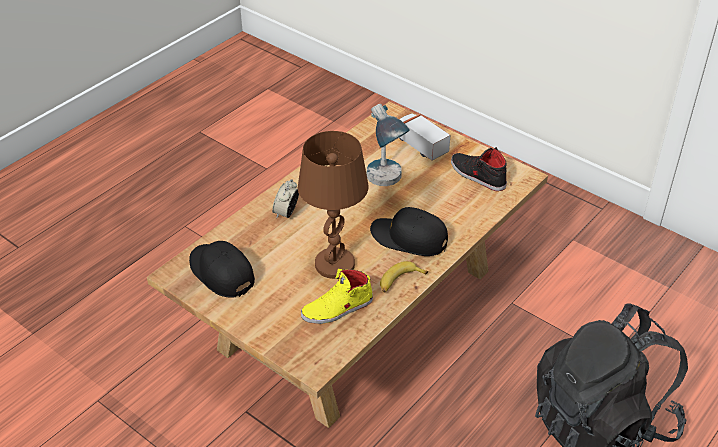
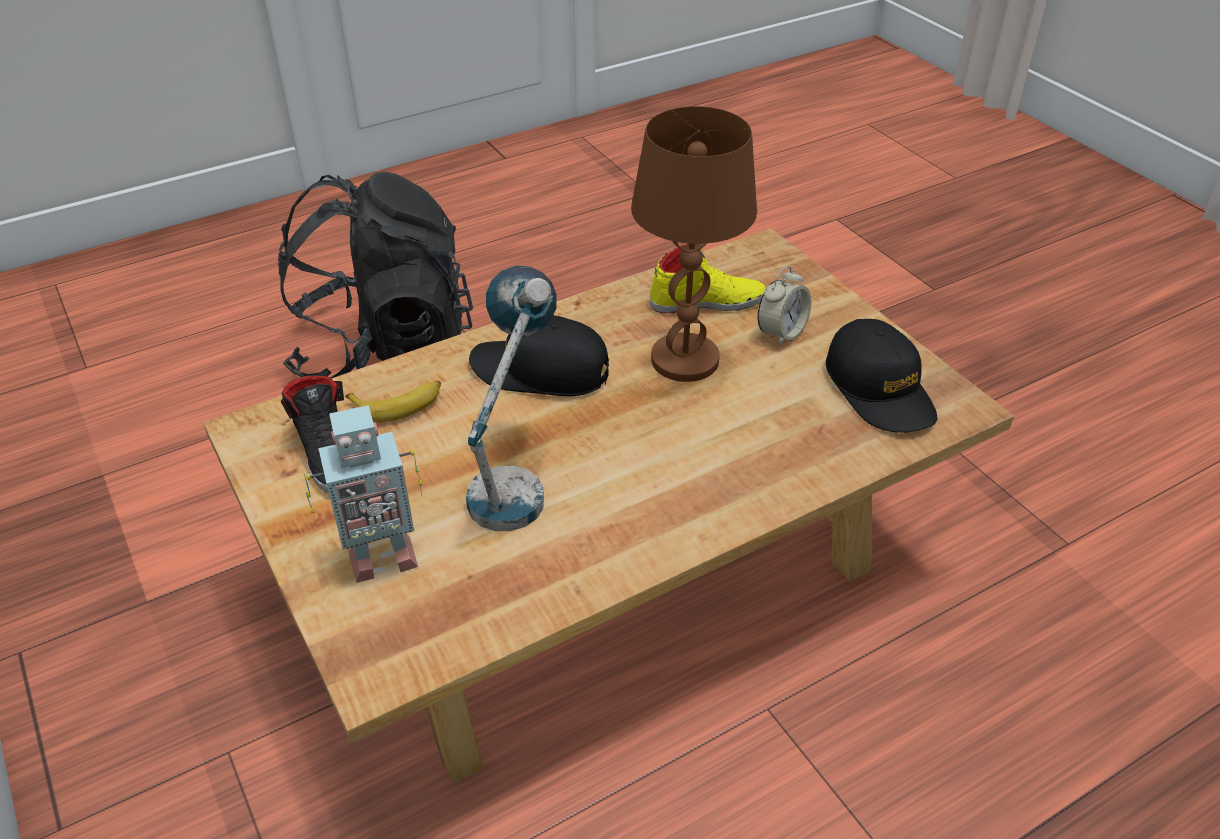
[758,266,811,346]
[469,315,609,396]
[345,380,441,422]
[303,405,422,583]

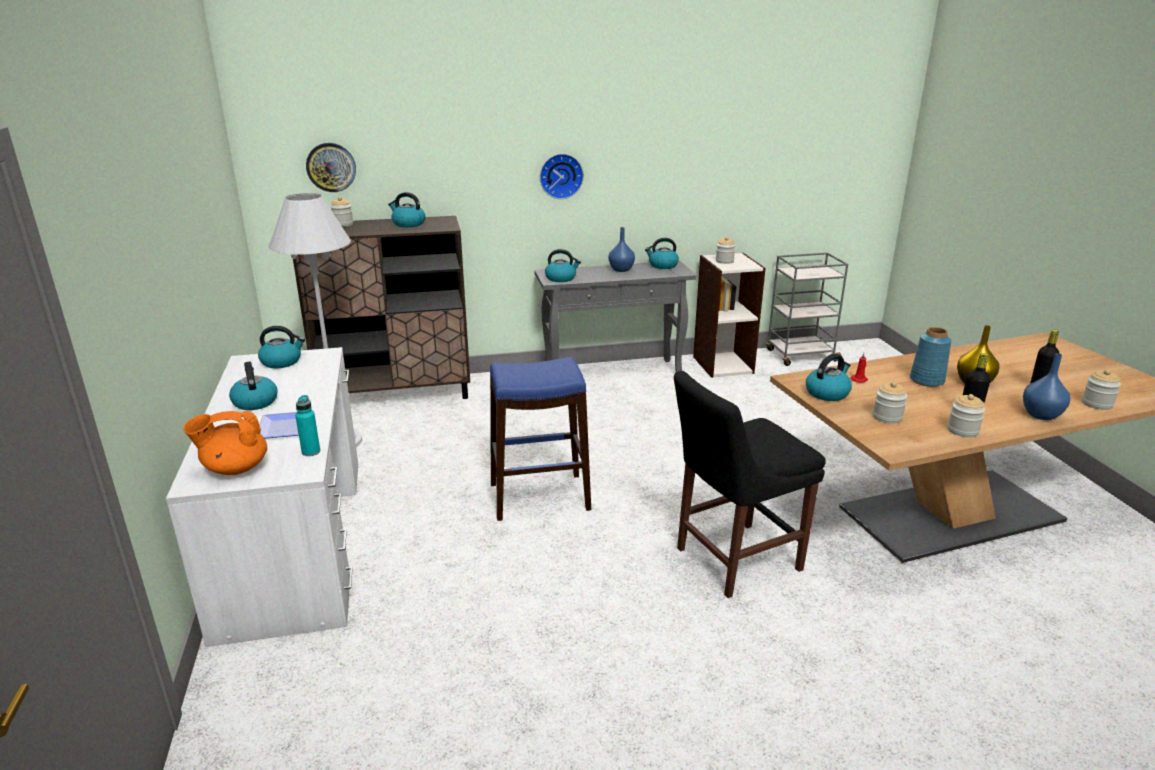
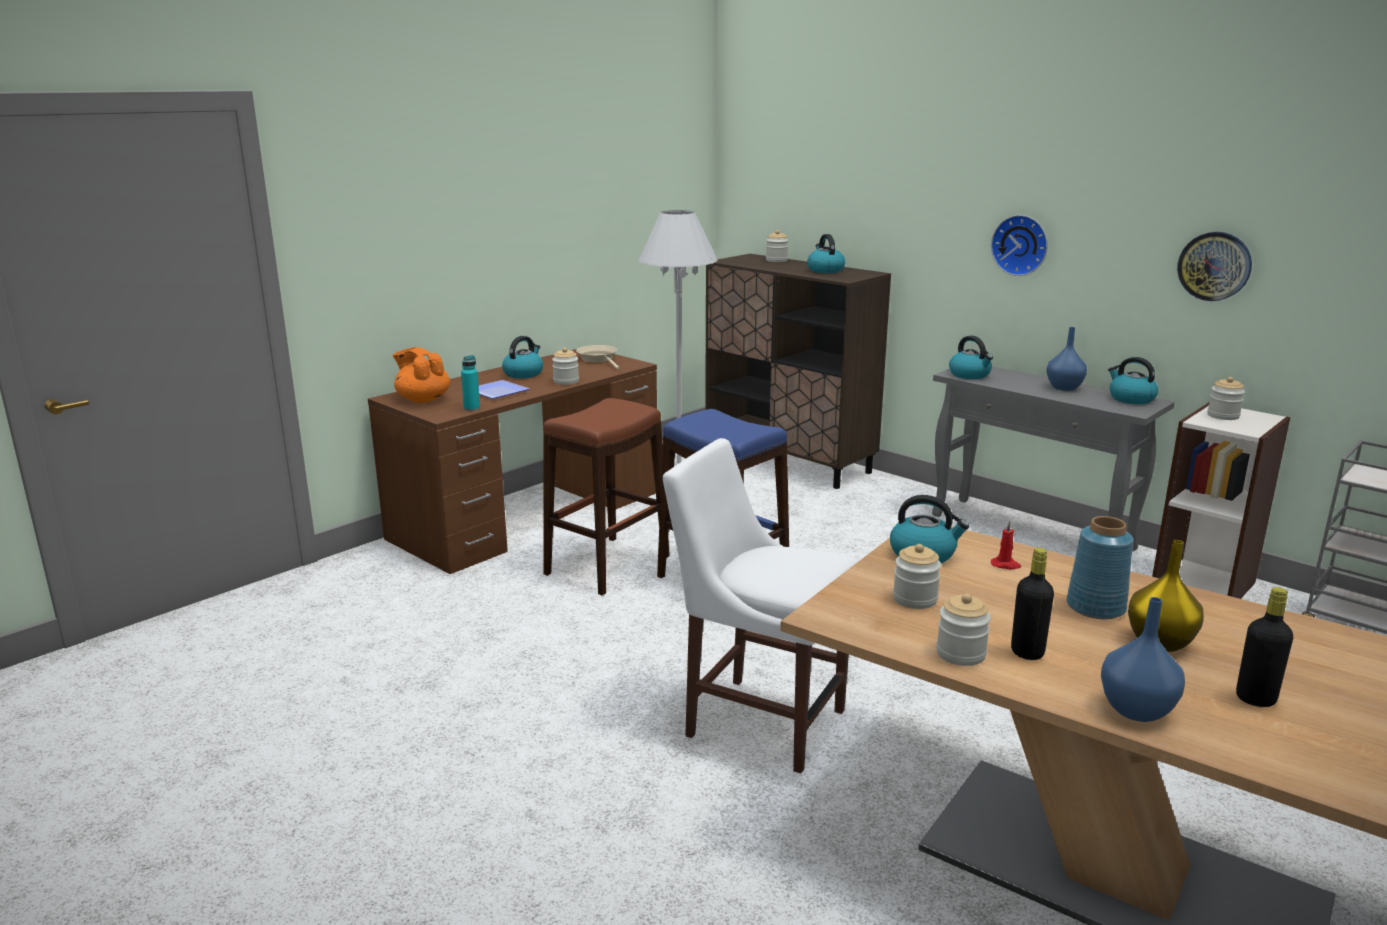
[368,349,657,574]
[576,345,620,370]
[1177,232,1252,301]
[663,438,859,773]
[552,347,579,385]
[543,398,670,595]

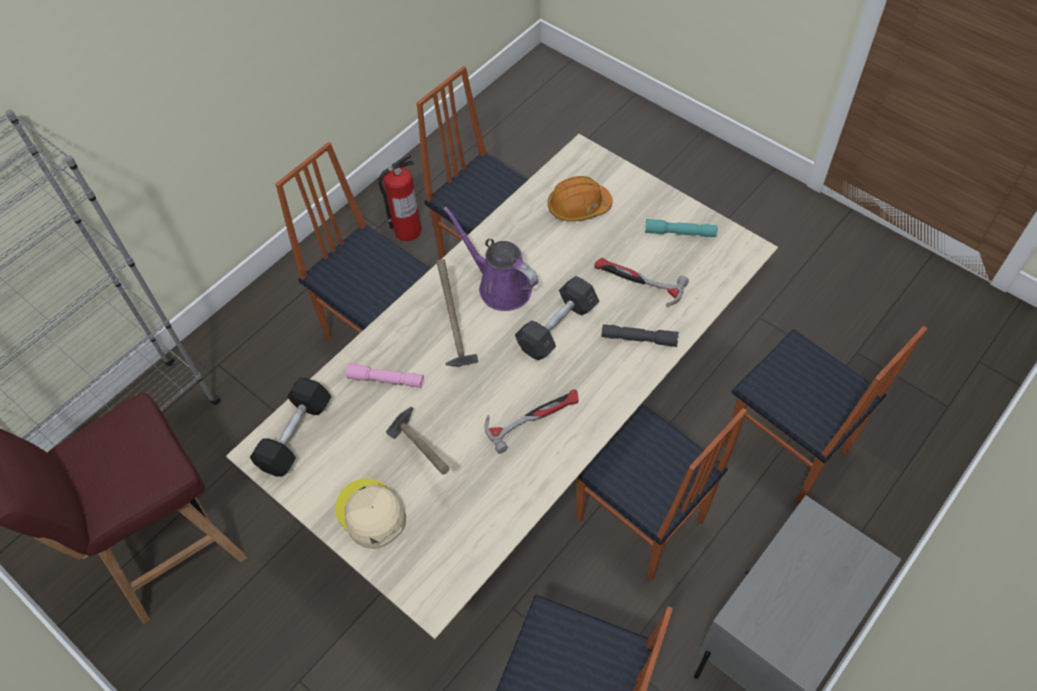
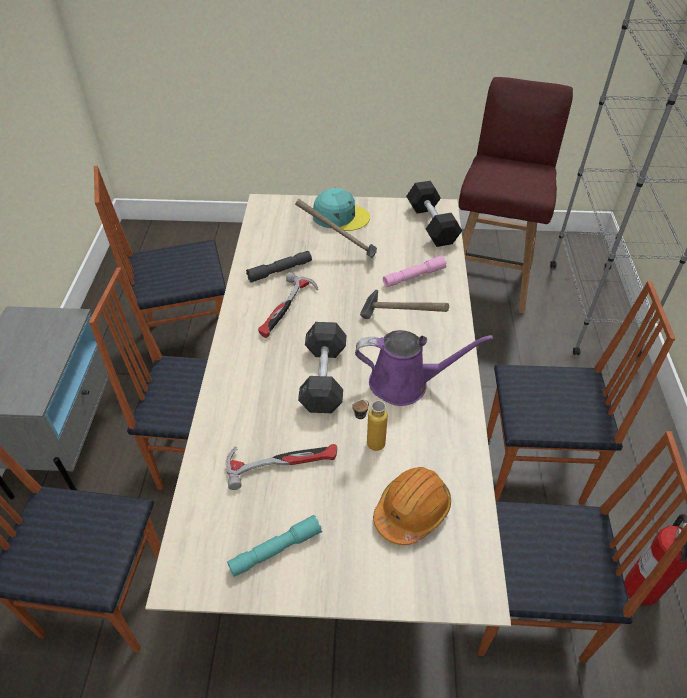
[313,188,370,231]
[246,251,312,283]
[352,400,388,451]

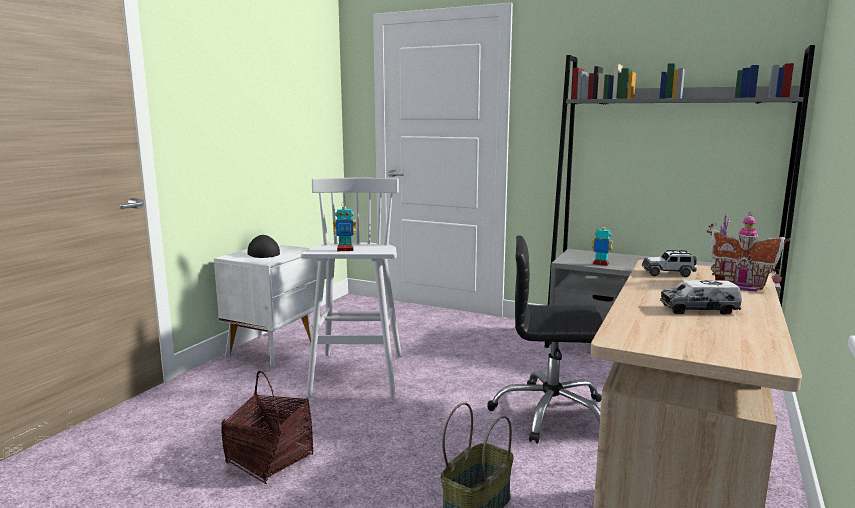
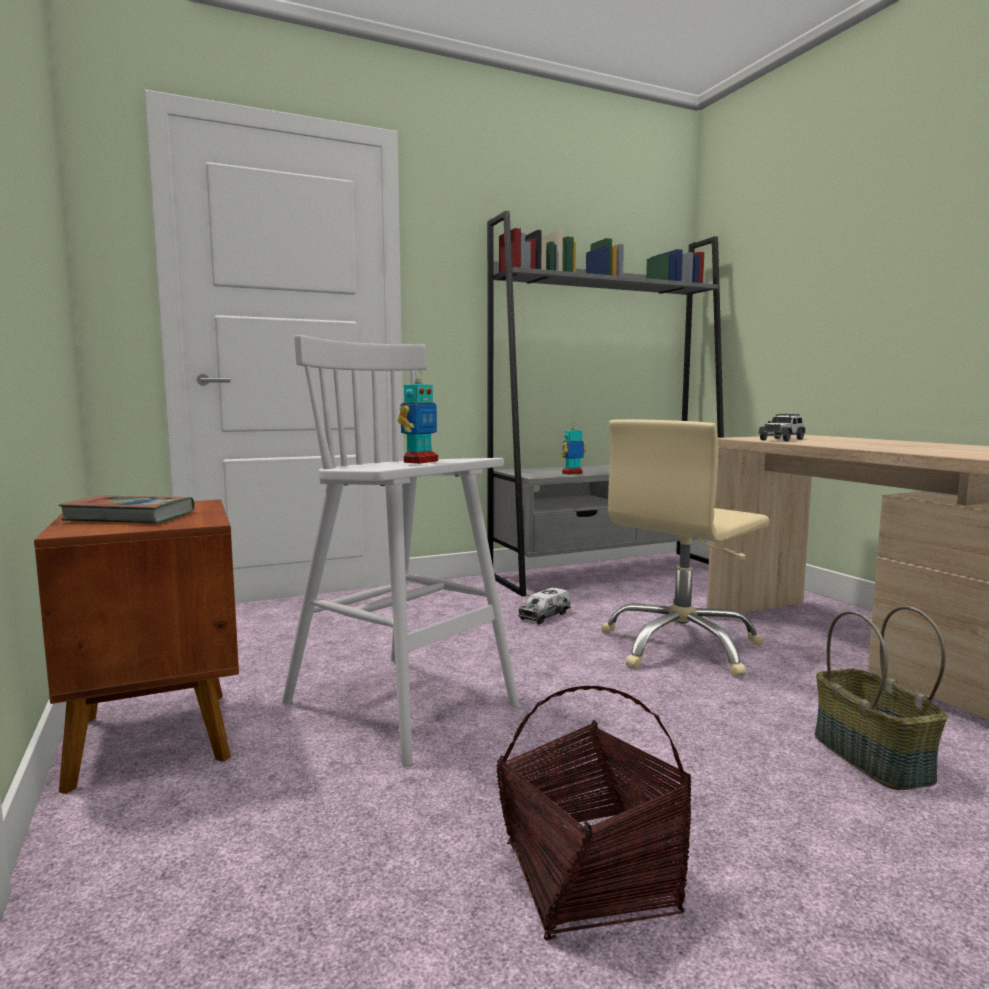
[34,500,239,794]
[59,496,194,523]
[601,419,770,677]
[518,587,571,624]
[707,212,791,292] (first image)

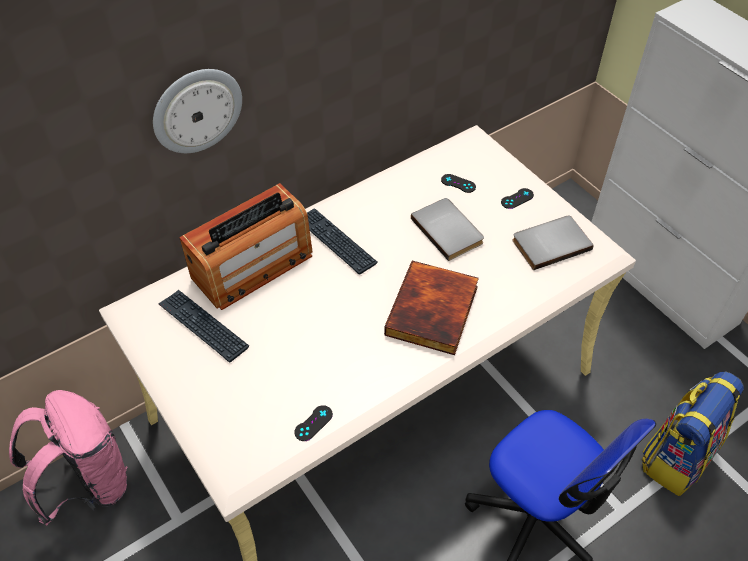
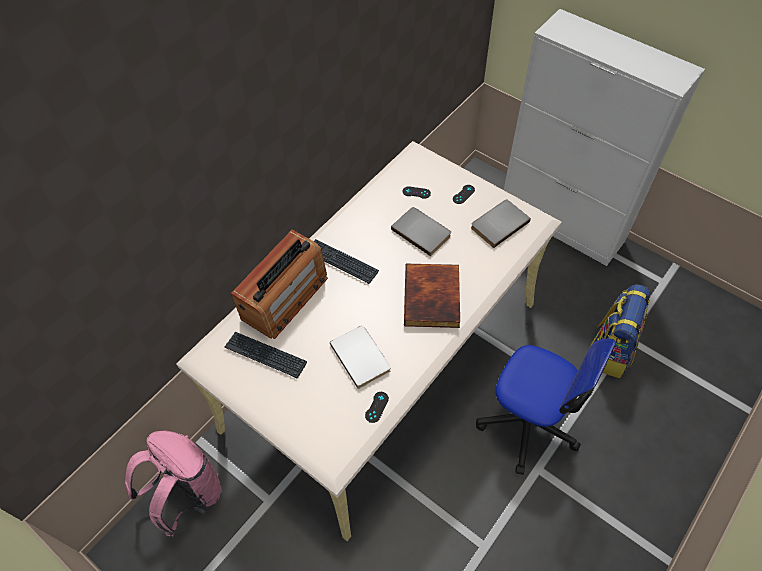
[153,69,242,153] (first image)
[330,326,391,389]

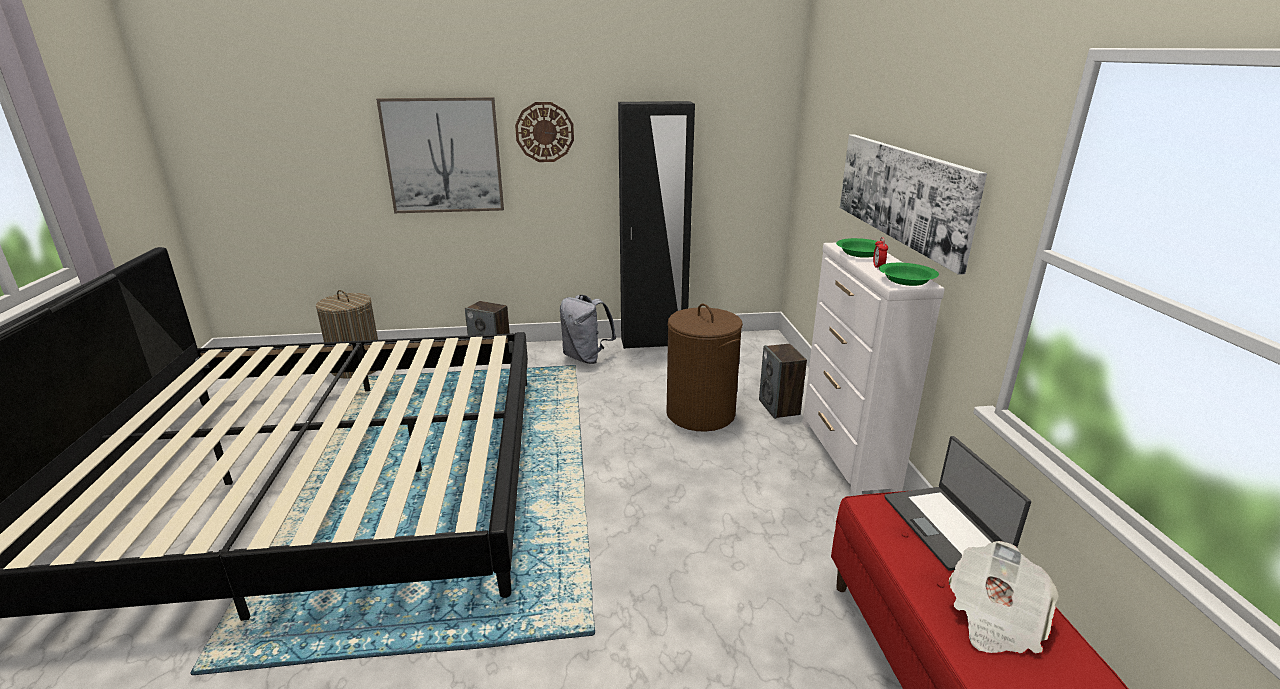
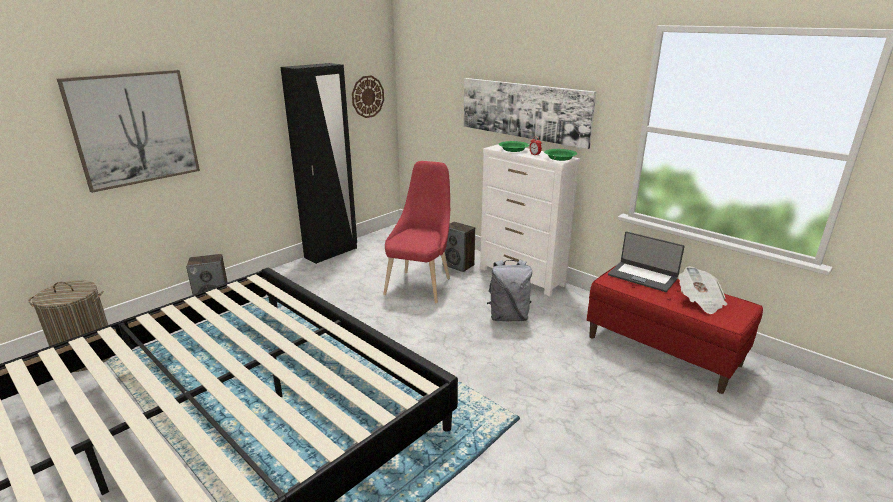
[352,75,384,118]
[487,260,532,321]
[383,161,450,303]

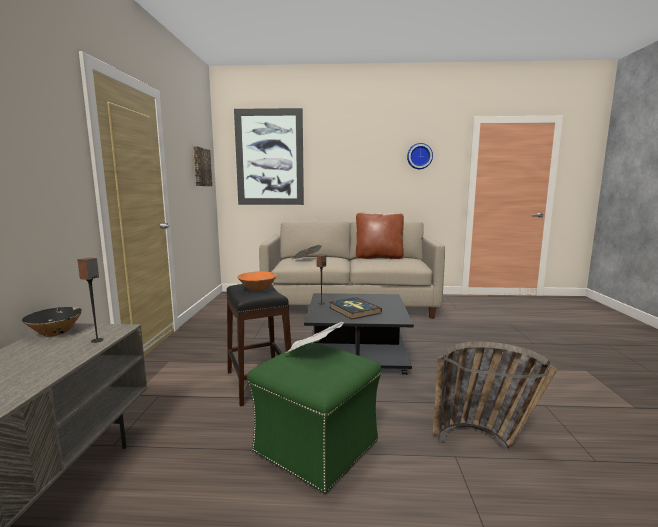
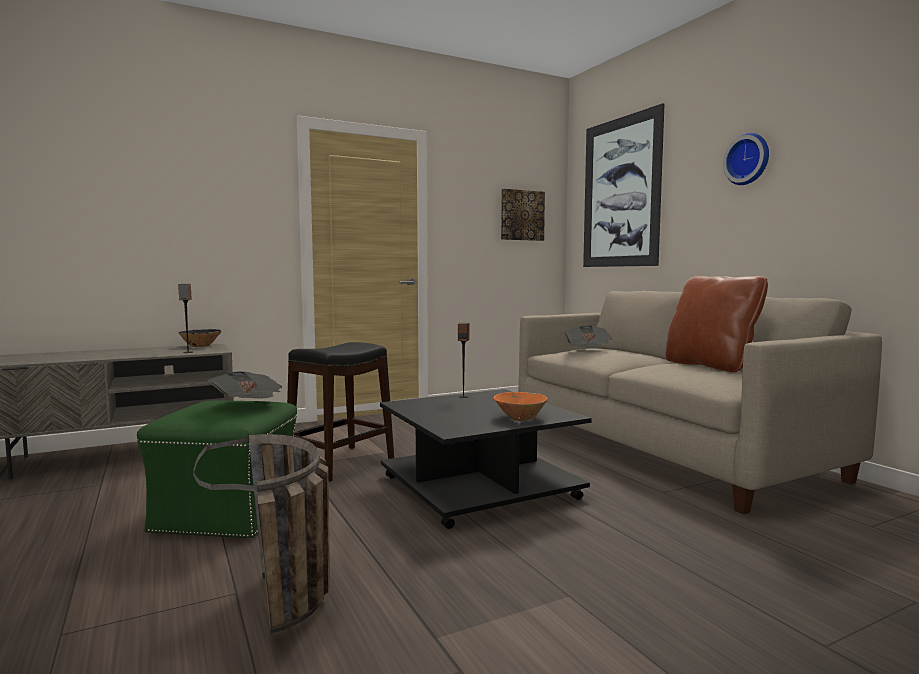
[494,392,548,421]
[329,297,382,319] (first image)
[723,133,769,185]

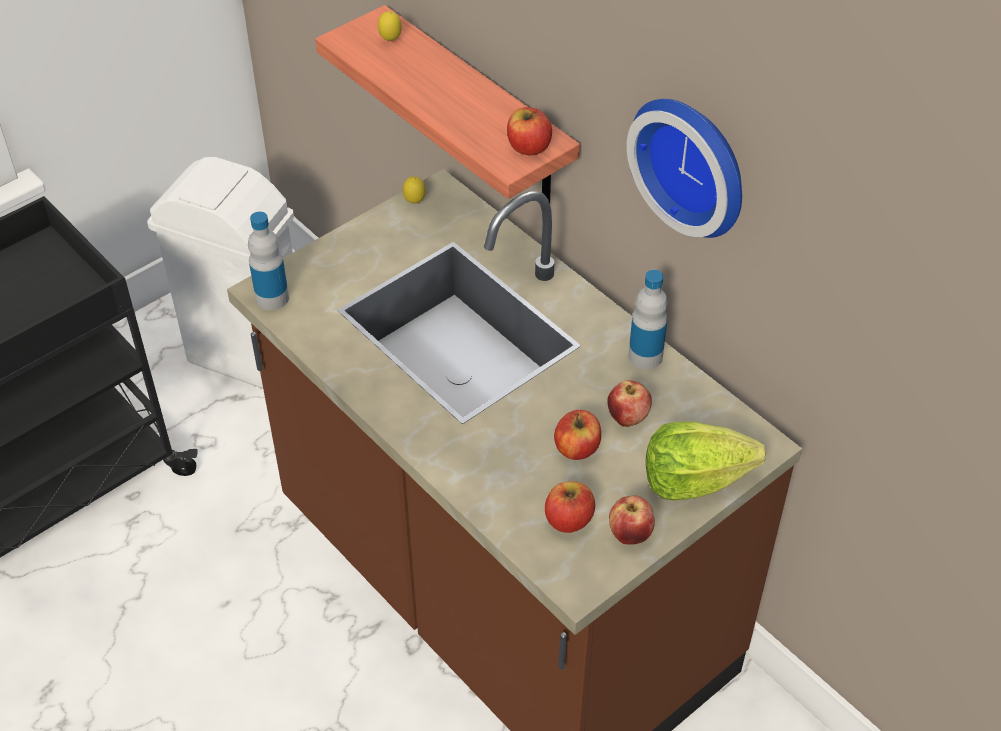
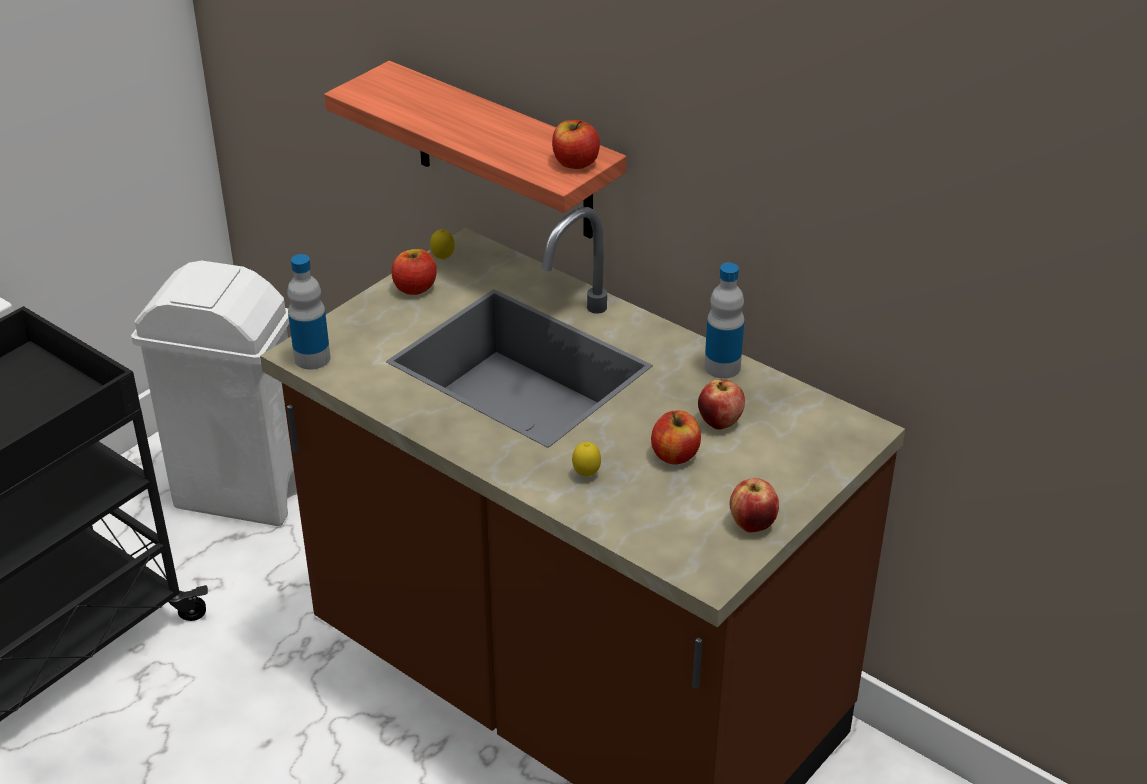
[572,442,601,476]
[392,249,437,295]
[627,99,742,238] (first image)
[646,422,766,500] (first image)

